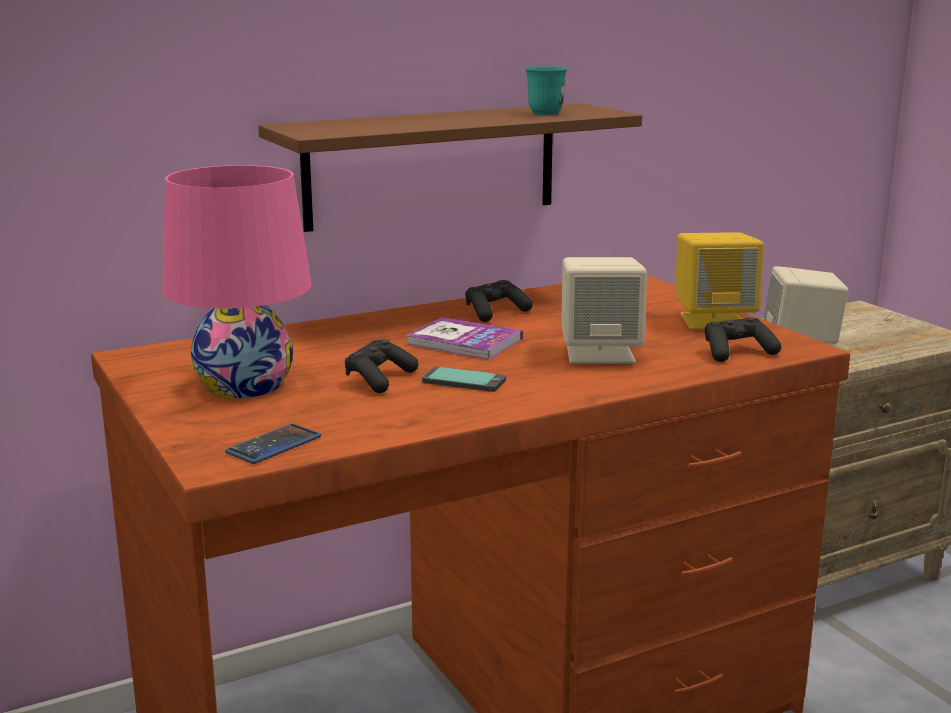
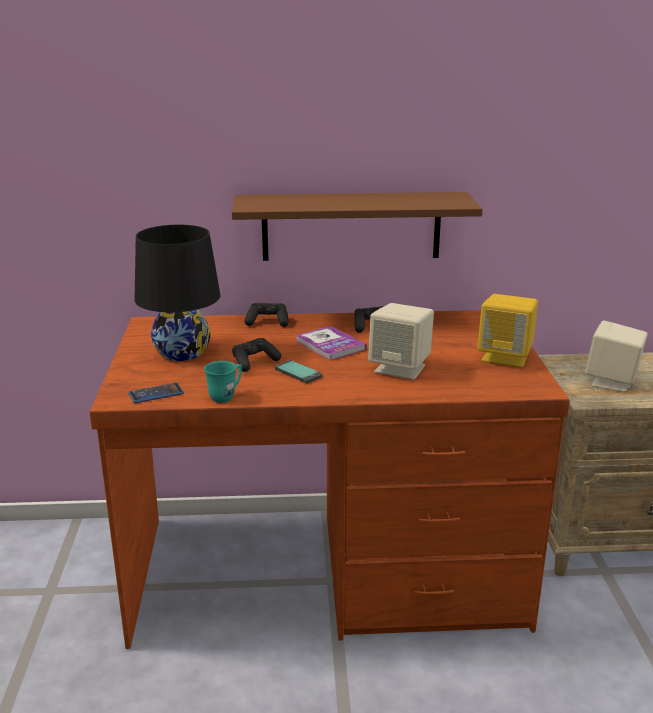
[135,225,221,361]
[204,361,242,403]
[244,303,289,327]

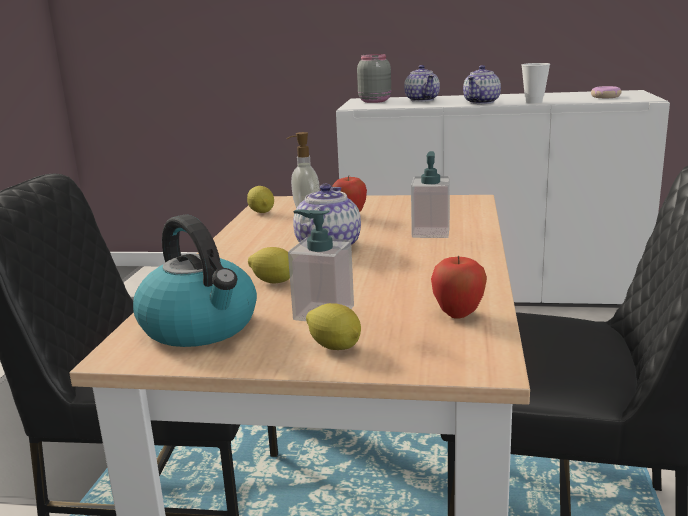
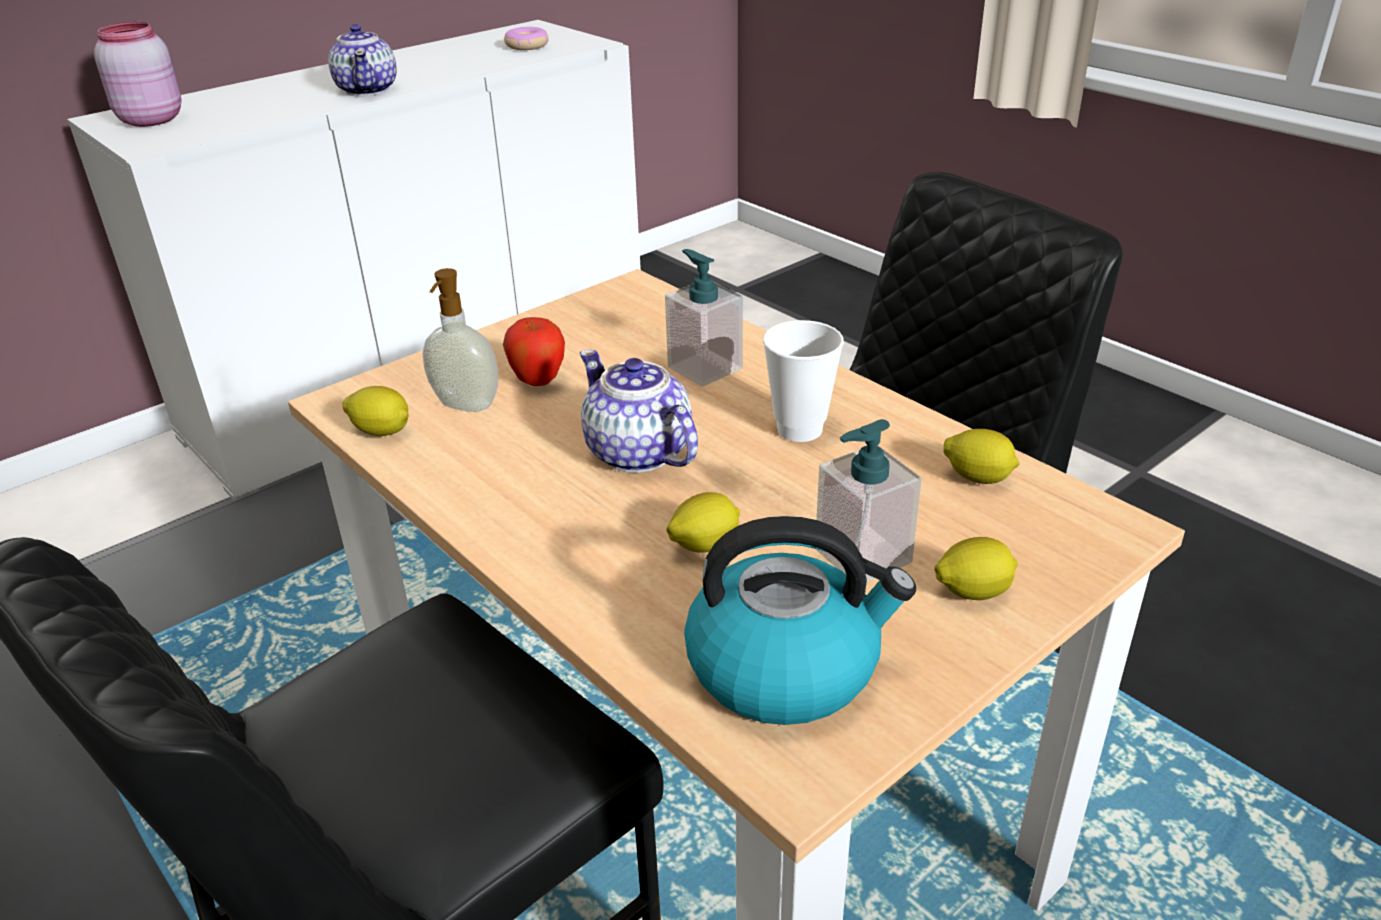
[94,22,181,127]
[404,65,440,102] (first image)
[943,429,1020,484]
[763,320,844,442]

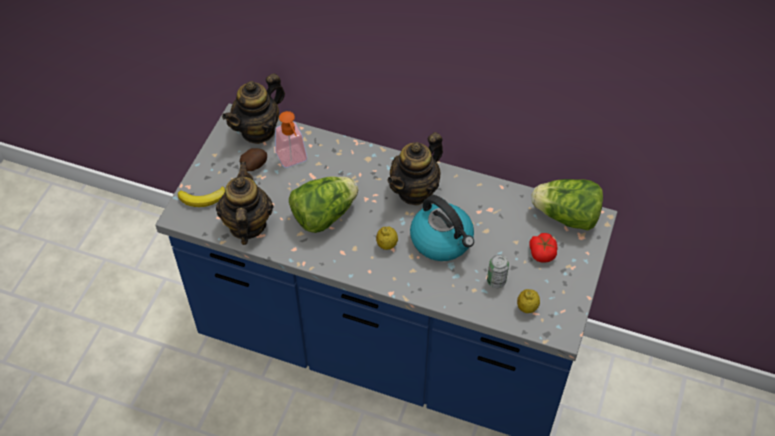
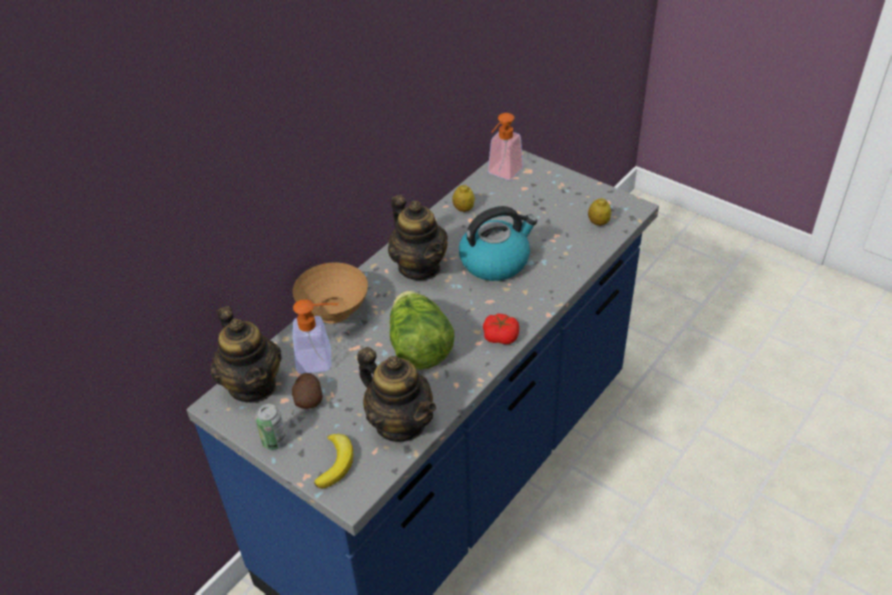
[357,347,436,442]
[452,185,475,212]
[255,404,287,450]
[483,314,519,344]
[488,113,523,180]
[293,263,368,323]

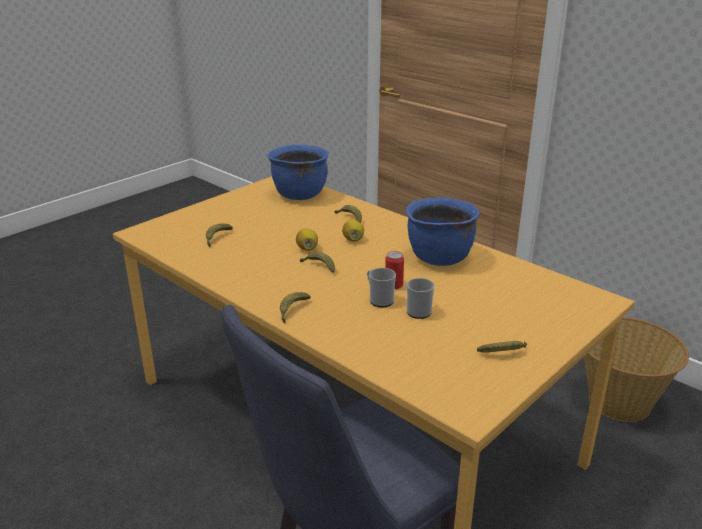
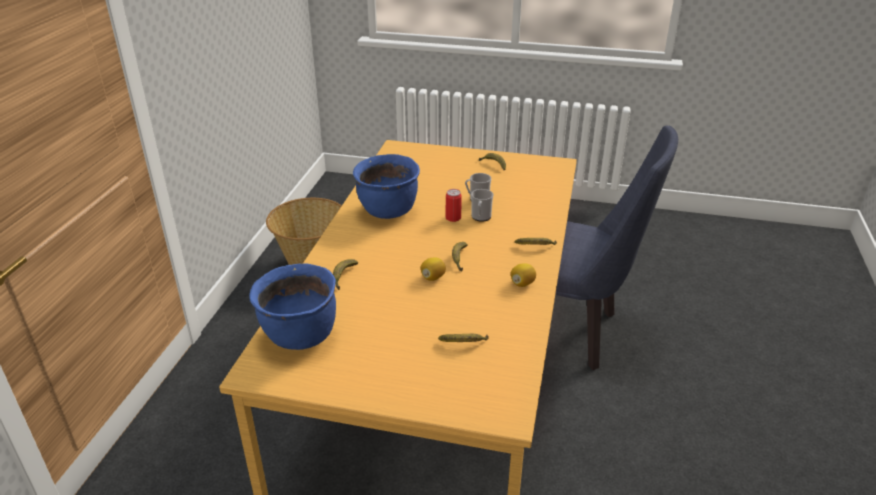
[511,263,536,287]

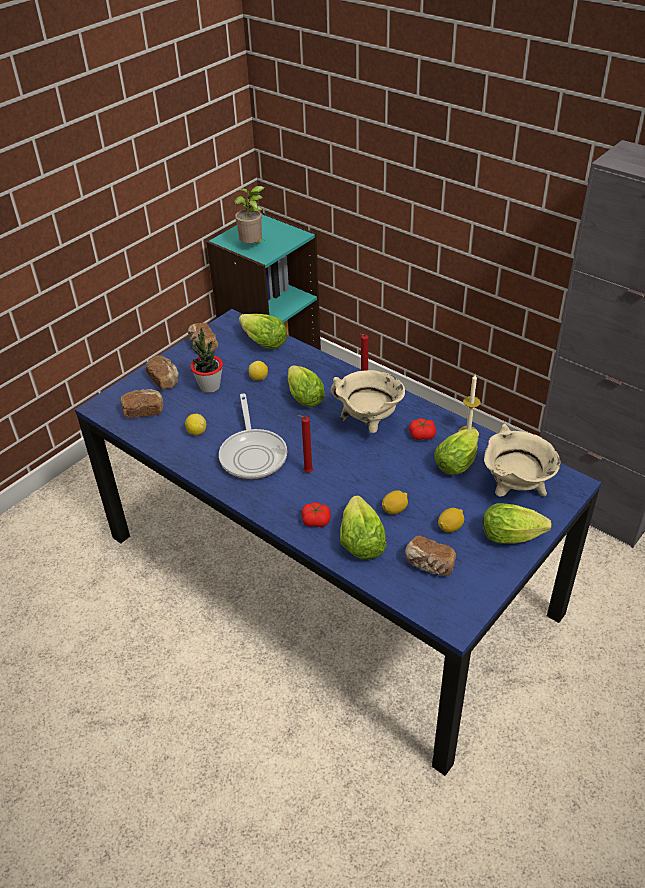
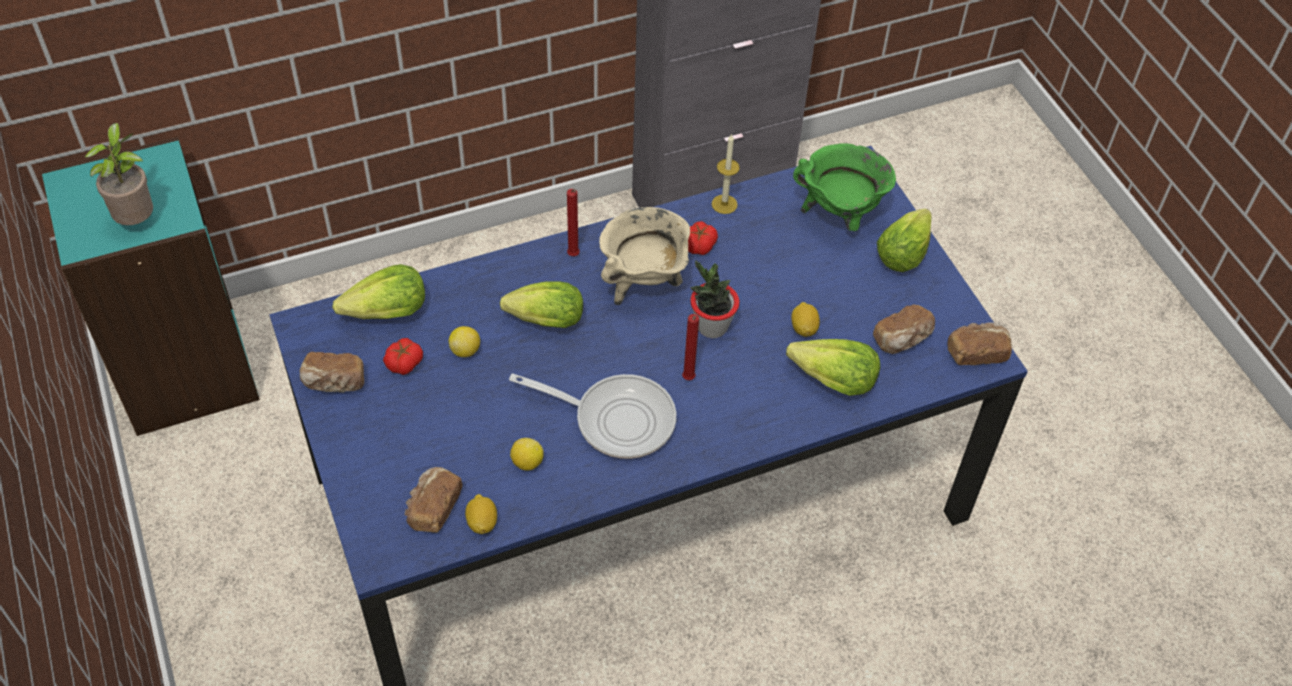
[947,322,1012,365]
[690,260,740,338]
[383,338,423,375]
[435,429,479,475] (first image)
[465,494,497,534]
[793,143,896,231]

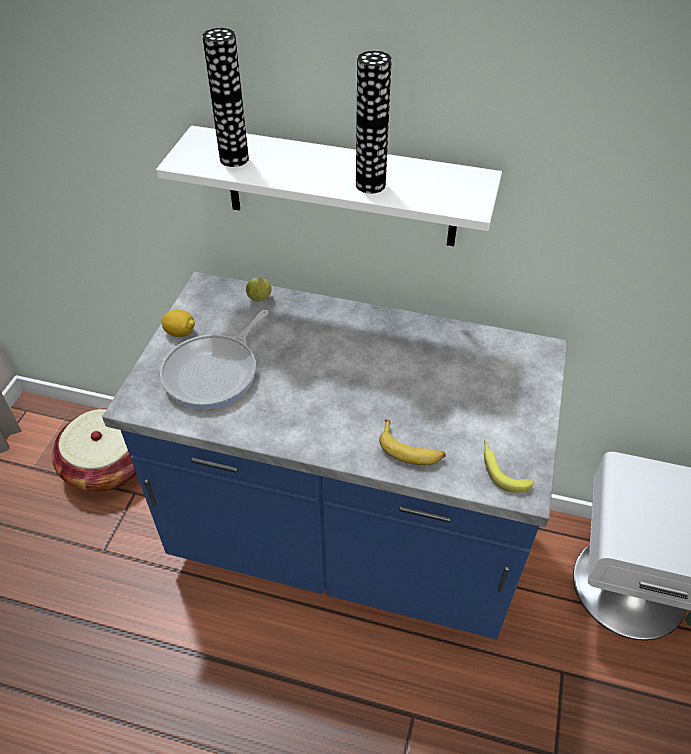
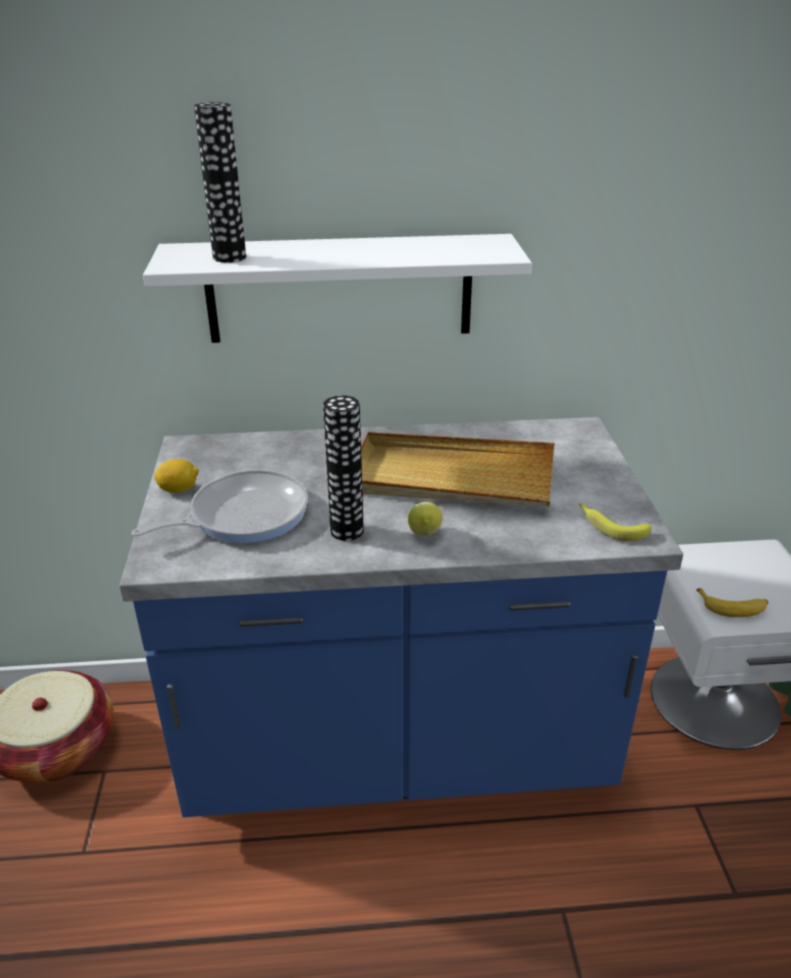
[132,469,308,543]
[408,502,442,536]
[323,395,364,541]
[696,588,768,617]
[361,432,554,506]

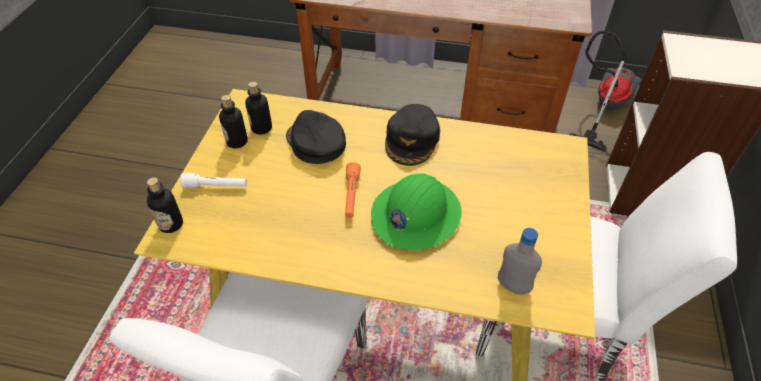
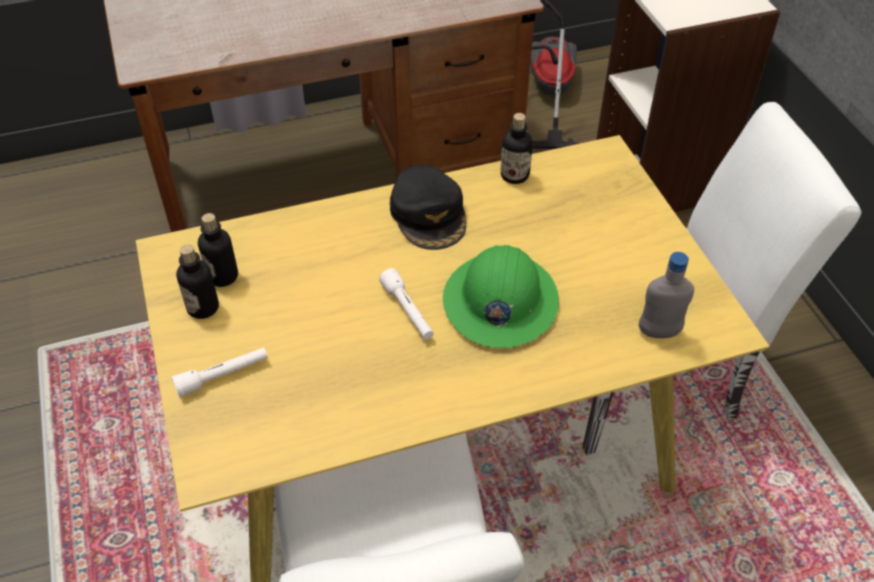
[501,113,532,184]
[286,110,346,164] (first image)
[379,268,434,340]

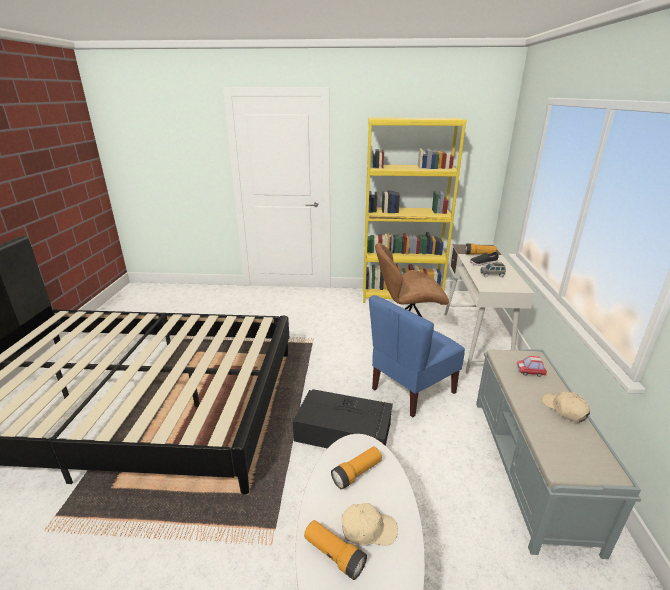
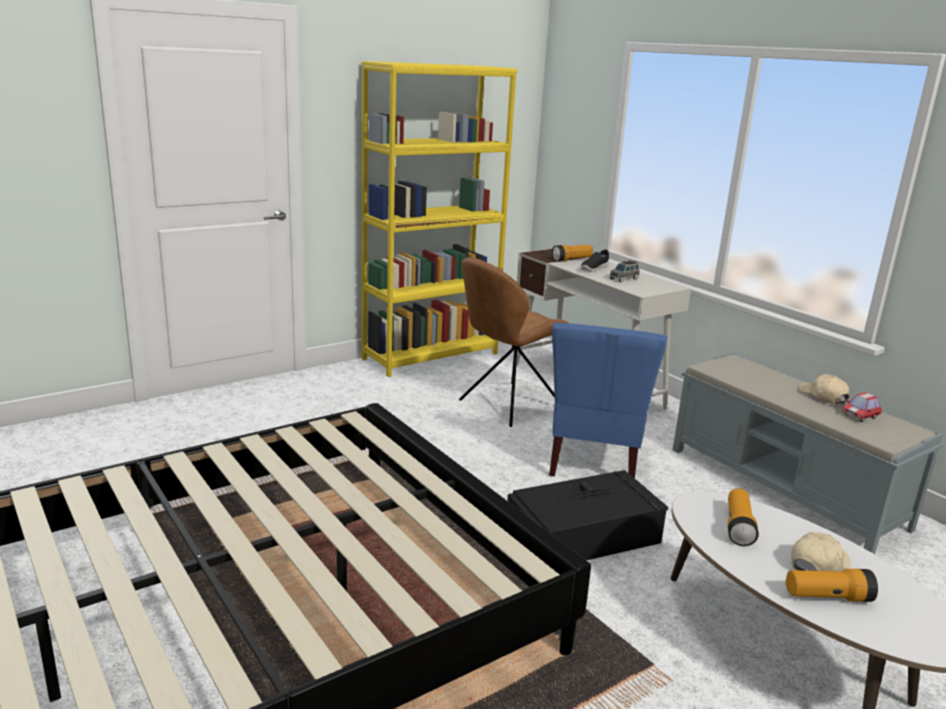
[841,392,882,422]
[799,374,850,405]

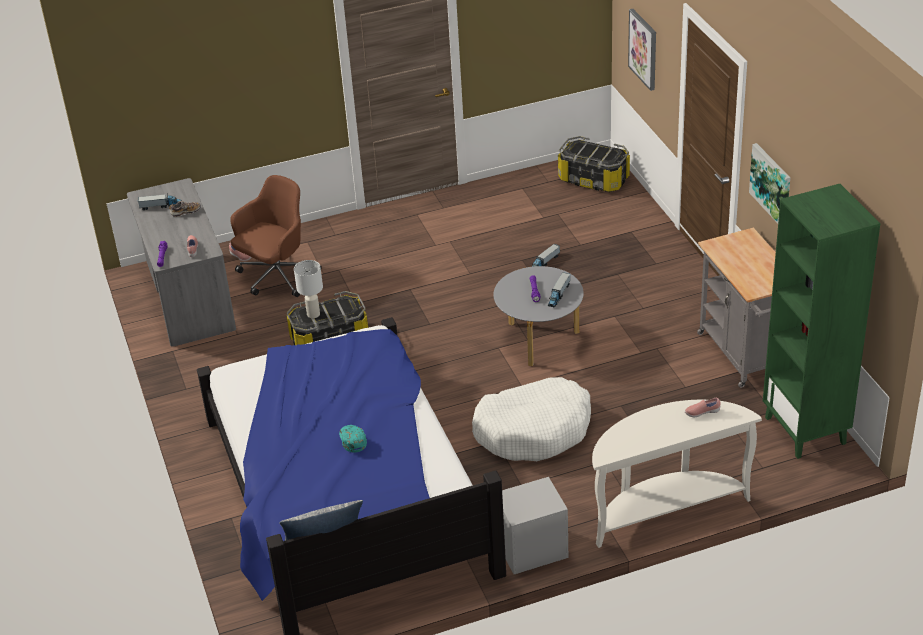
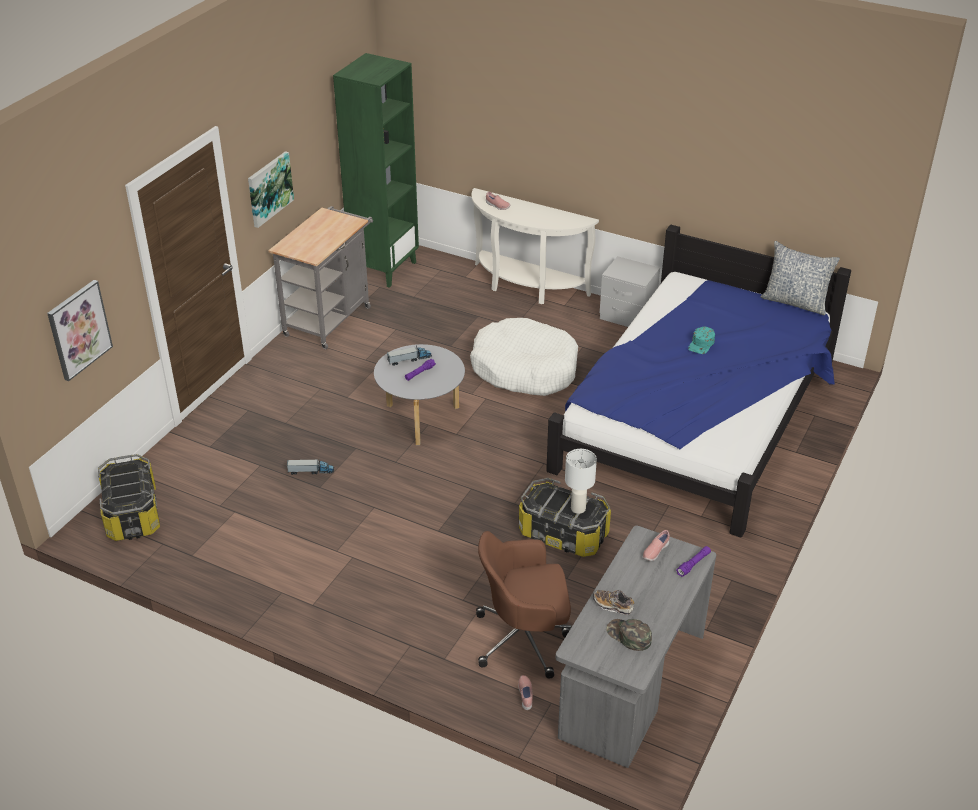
[606,619,652,651]

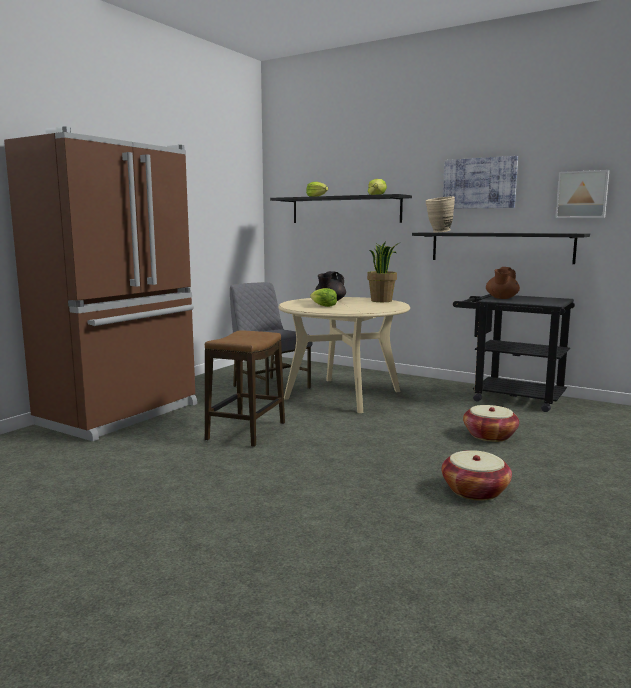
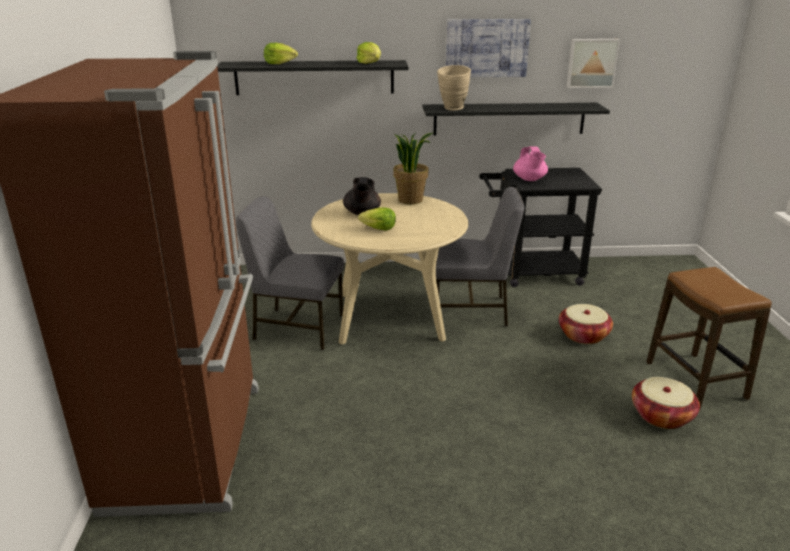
[646,267,772,408]
[513,146,548,181]
[436,187,524,326]

